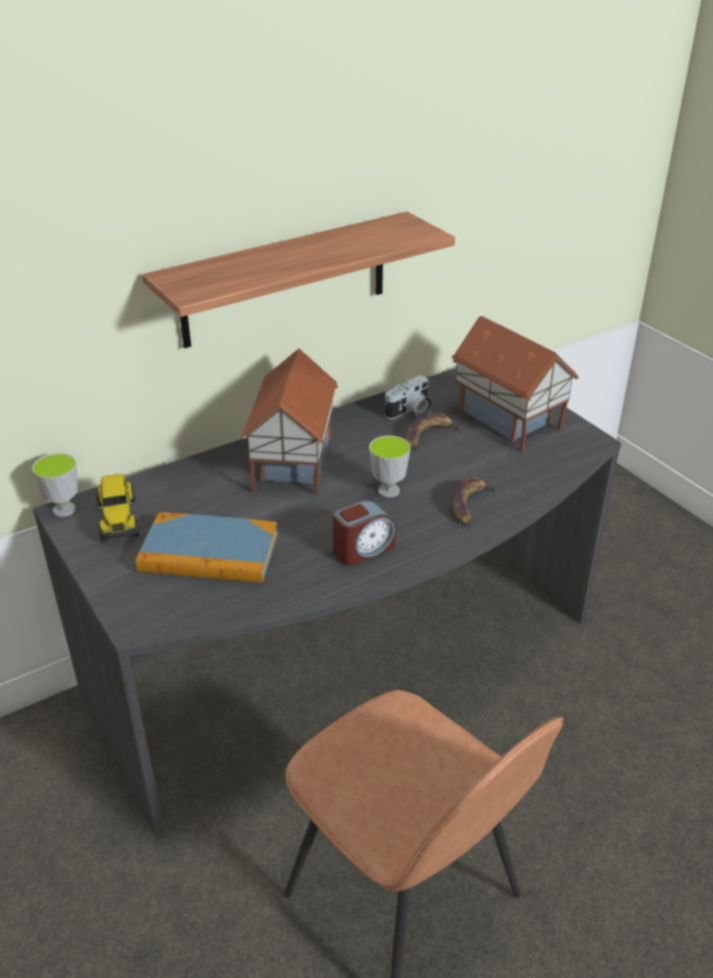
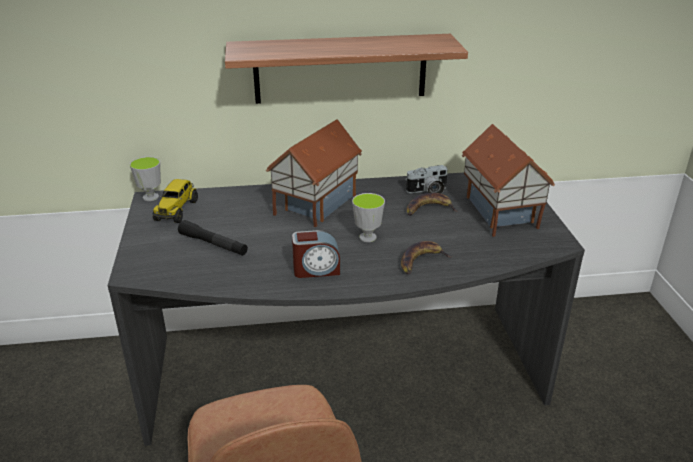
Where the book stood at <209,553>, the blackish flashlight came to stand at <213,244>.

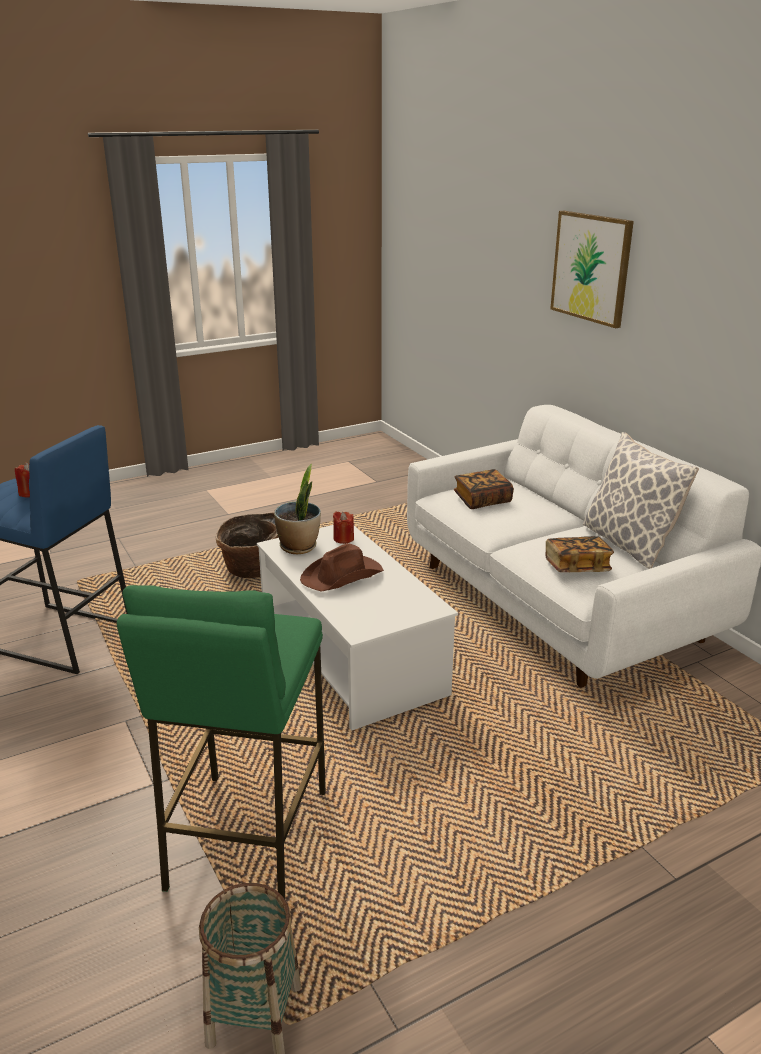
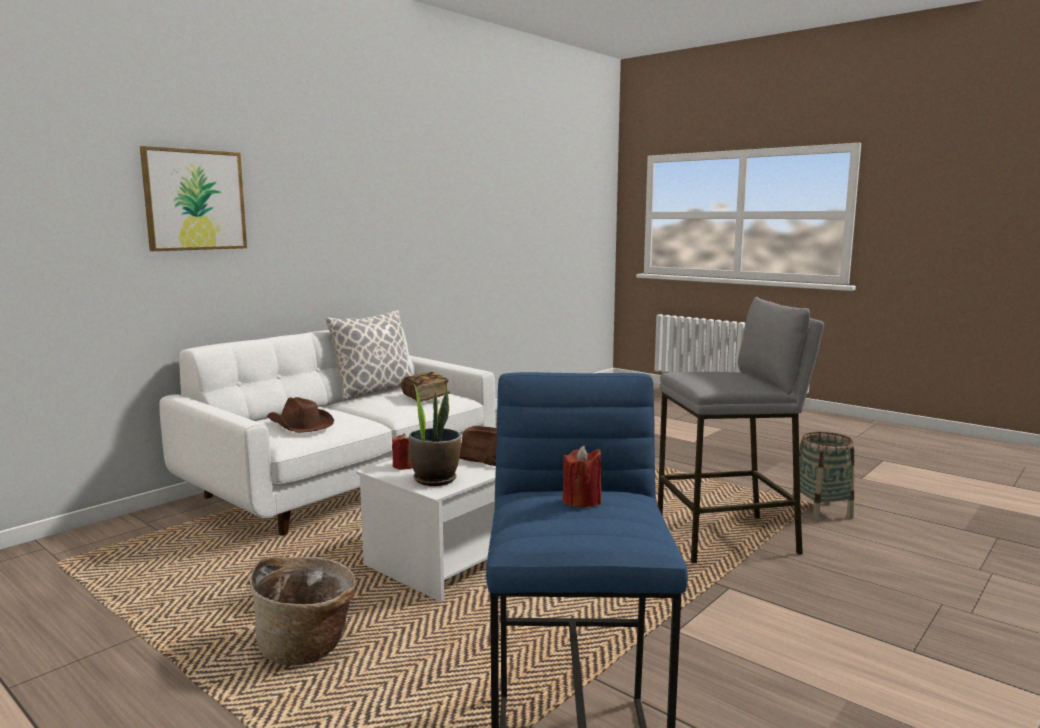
Where the book stood at <482,500>, the brownish clothing hat came to stand at <299,425>. What was the green stool seat at <246,838> turned into the greyish stool seat at <727,539>.

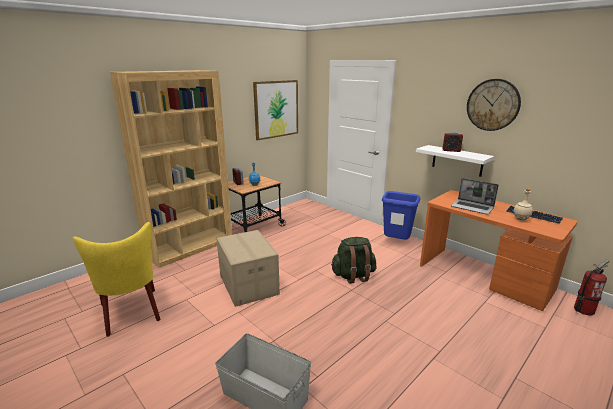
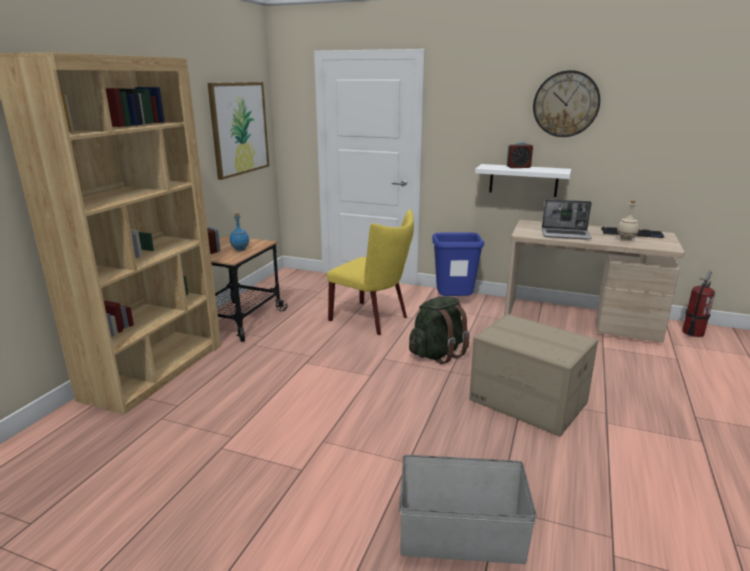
What was the orange-coloured desk at <484,277> turned into the beige desk at <579,321>. The yellow-coloured upright chair ended up elsewhere, having gone from <132,314> to <373,319>. The cardboard box ended up elsewhere, having gone from <248,284> to <527,401>.

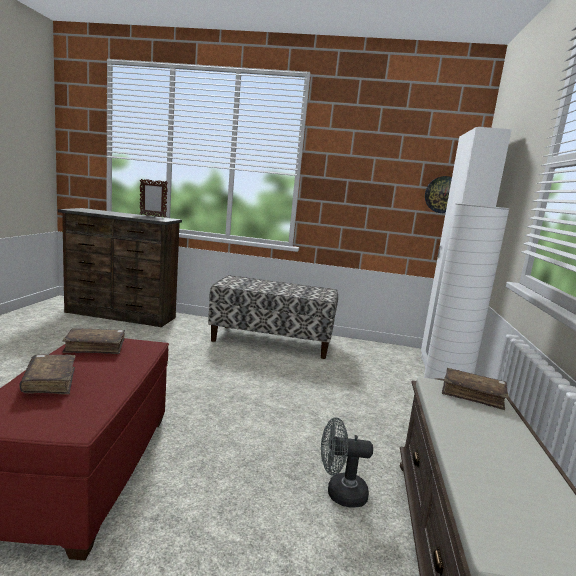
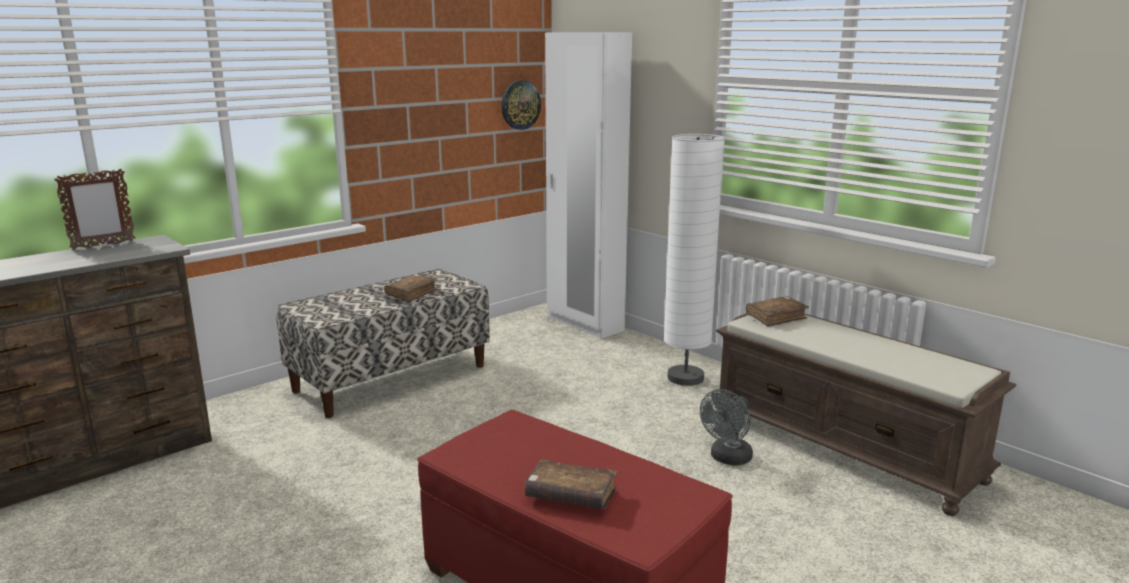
The brownish book ended up elsewhere, having gone from <95,347> to <411,294>.

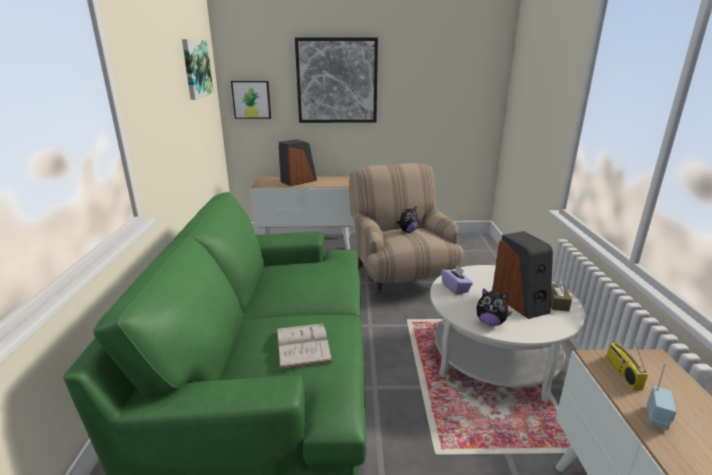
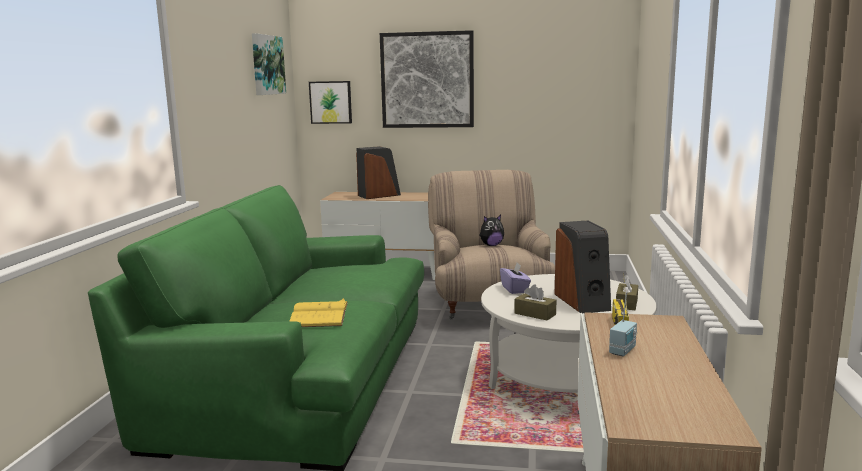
Where the cuddly toy stood at <490,322>, the brownish tissue holder came to stand at <535,314>. What was the whitish book at <303,345> turned into the yellow-coloured book at <319,314>.

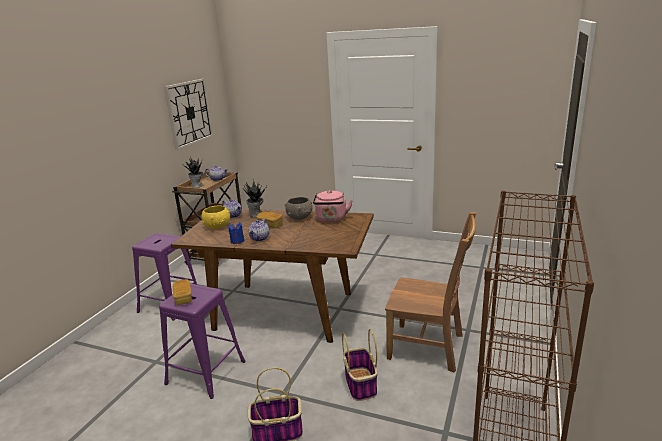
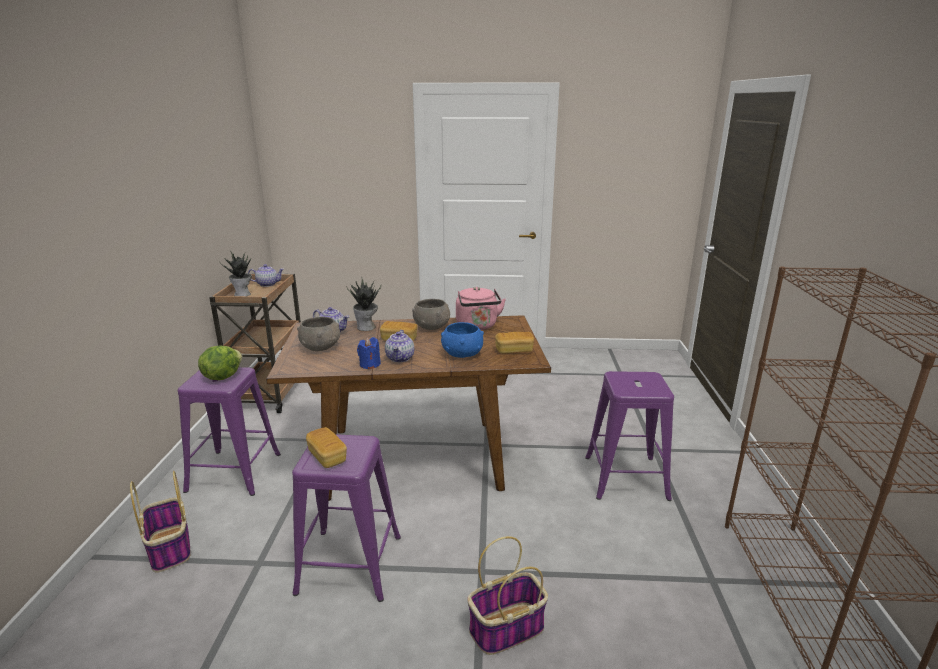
The second view lost the wall clock at <189,113>. What was the yellow-coloured serving bowl at <217,226> turned into the greyish serving bowl at <321,347>. Where the brownish upright chair stood at <429,347>, the purple stool seat came to stand at <625,477>. The household basket ended up elsewhere, having gone from <361,384> to <170,549>. The second view gained the blue serving bowl at <462,354>. The second view gained the bakery bread at <514,350>. The second view gained the head of lettuce at <222,376>.

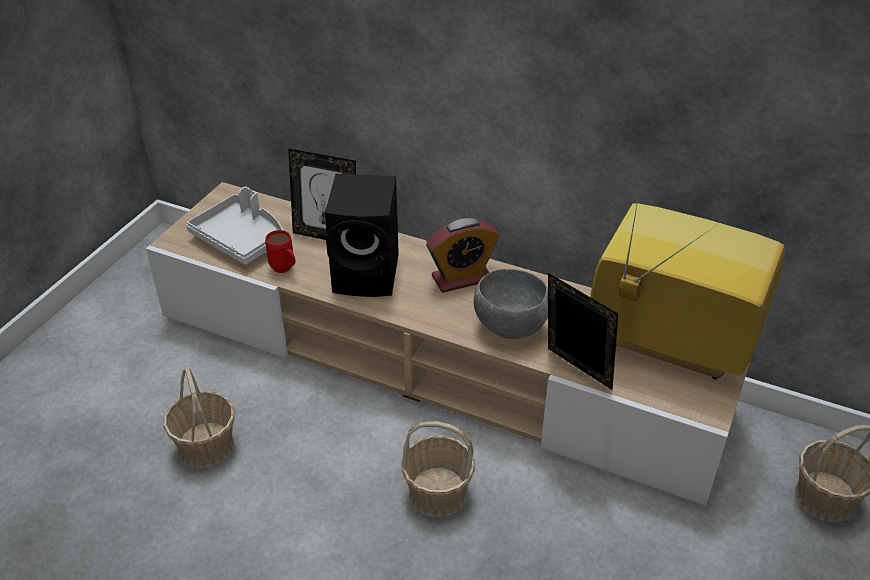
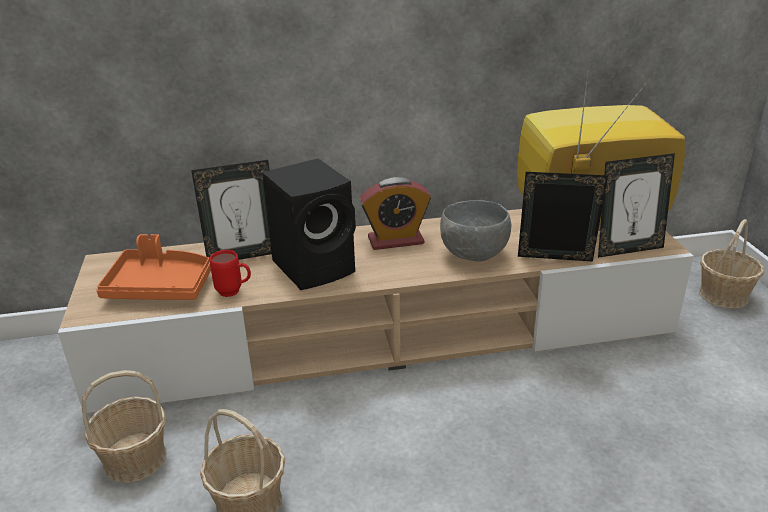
What was the greyish serving tray at <241,239> turned into the orange-coloured serving tray at <160,287>. The alarm clock at <461,278> ended up facing another way, 45 degrees clockwise from before. The household basket ended up elsewhere, having gone from <437,492> to <134,459>. The second view gained the picture frame at <627,249>.

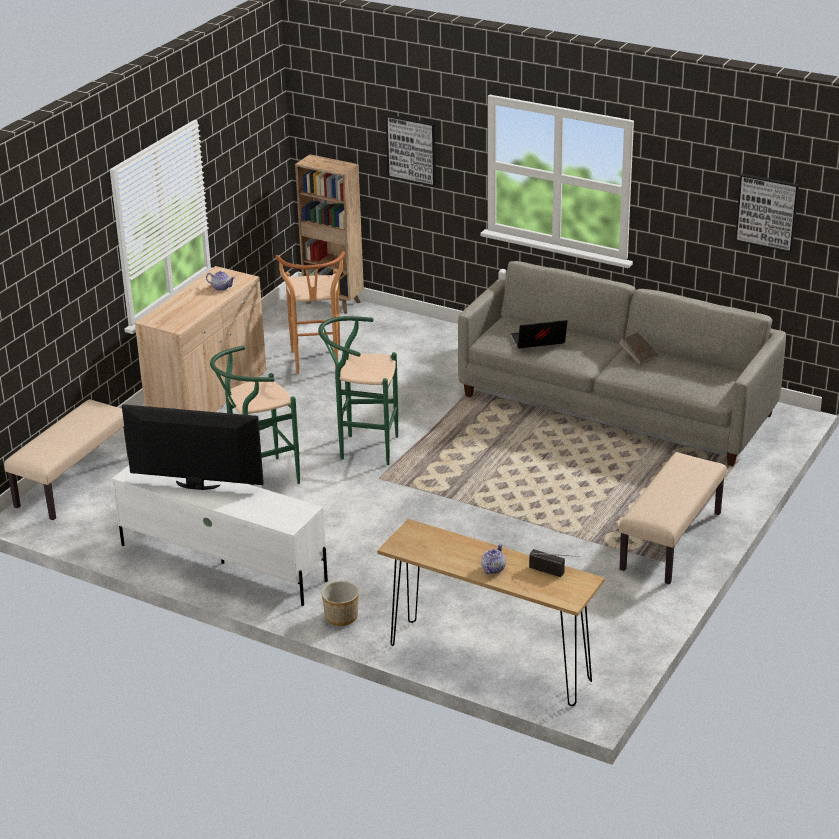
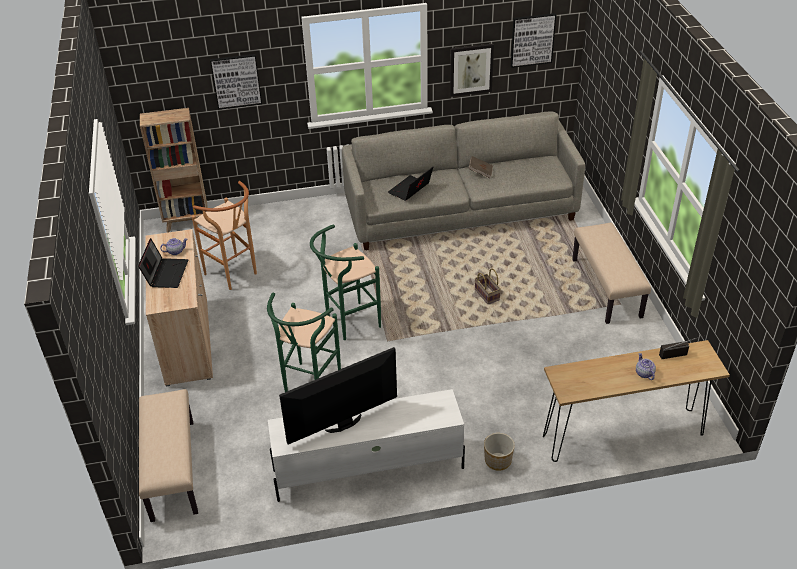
The second view gained the wall picture at <471,69>. The second view gained the portable computer at <166,273>. The second view gained the household basket at <487,295>.

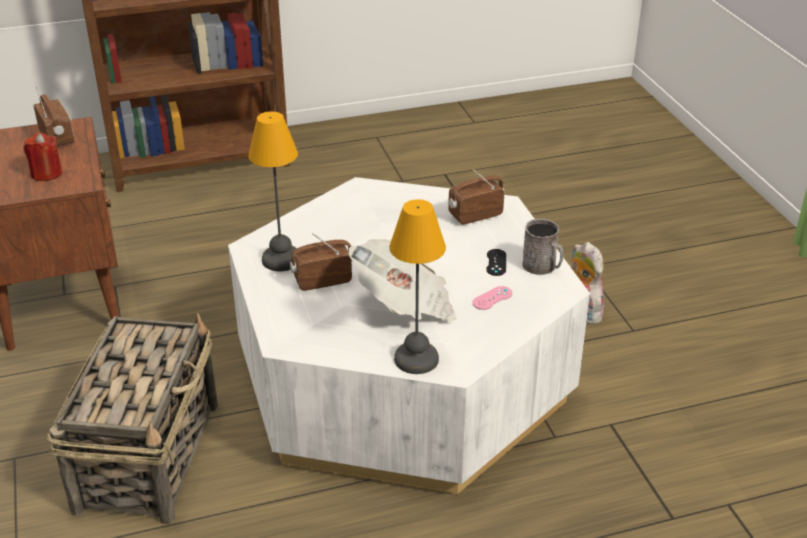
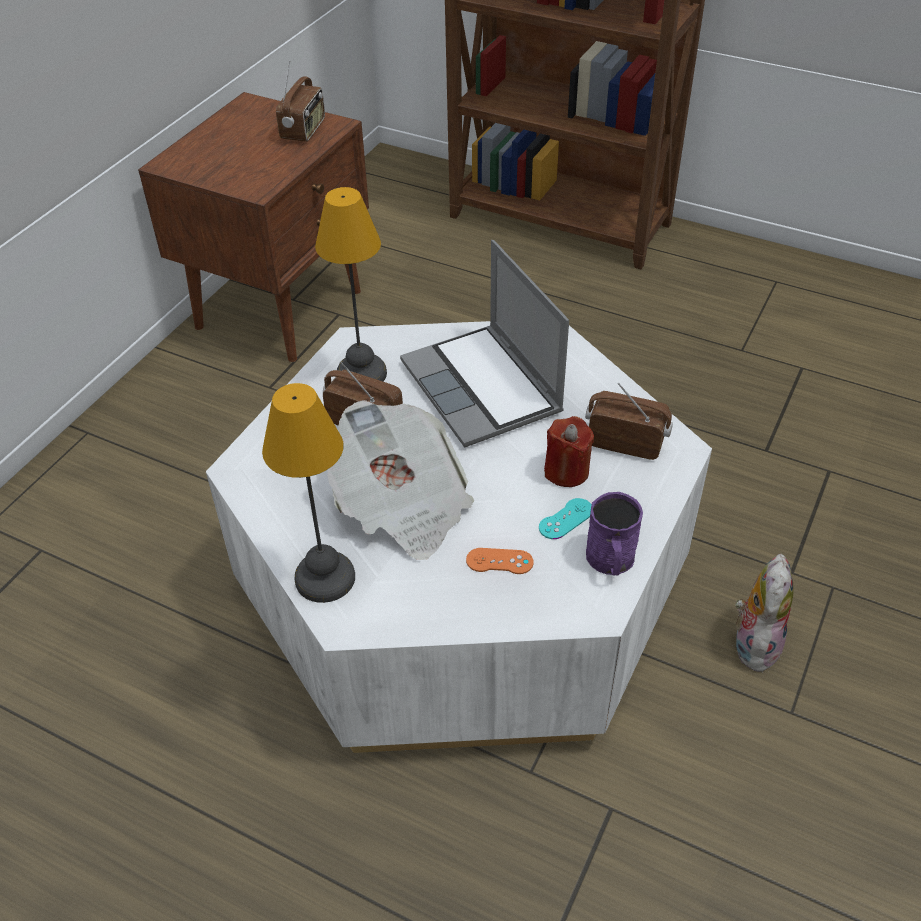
The red candle ended up elsewhere, having gone from <46,173> to <566,471>. What was the greyish mug at <542,267> turned into the purple mug at <611,561>. What was the blackish joypad at <496,262> turned into the blue-green joypad at <566,519>. What was the pink joypad at <492,298> turned into the orange-coloured joypad at <499,561>. The second view lost the household basket at <149,454>. The second view gained the portable computer at <484,388>.

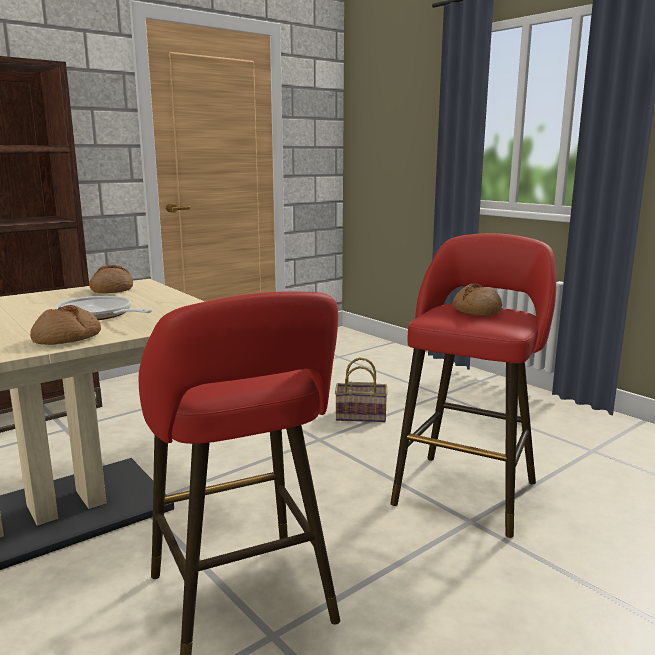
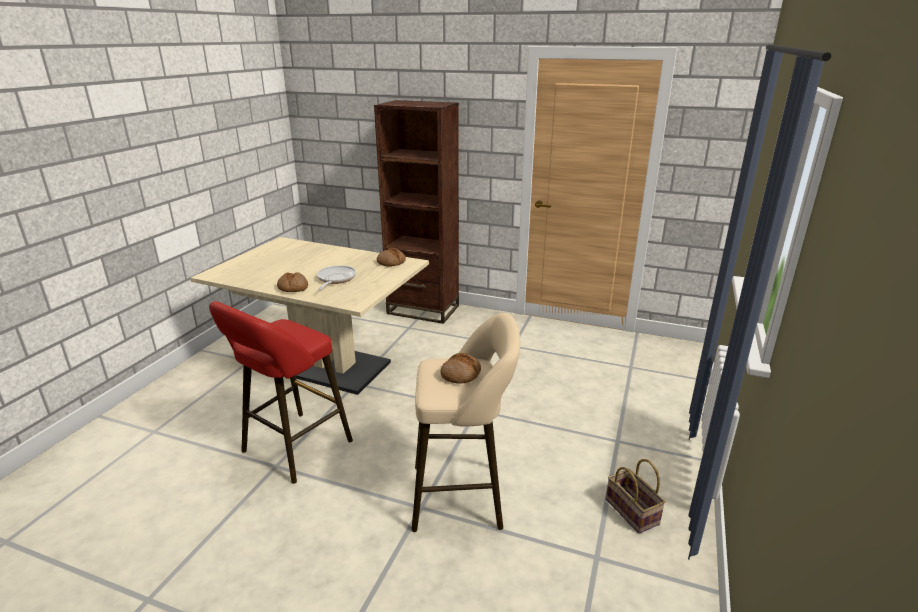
What was the red stool seat at <468,489> turned into the beige stool seat at <463,496>. The household basket ended up elsewhere, having gone from <362,415> to <633,512>.

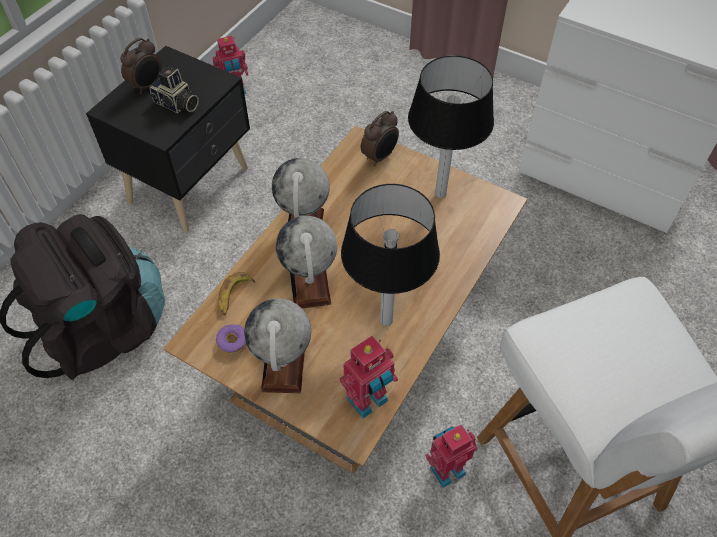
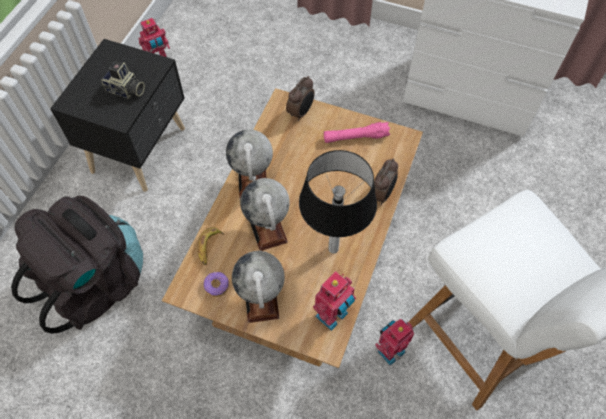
The alarm clock ended up elsewhere, having gone from <147,86> to <382,194>. Where the tabletop lamp stood at <441,194>, the pink flashlight came to stand at <355,137>.

